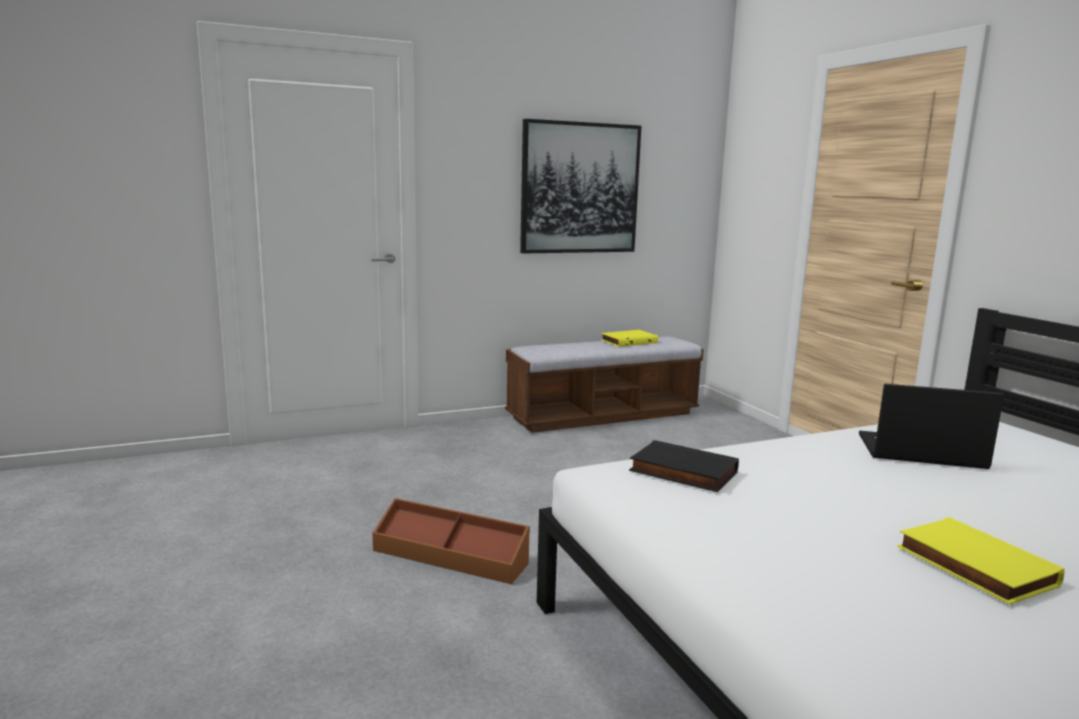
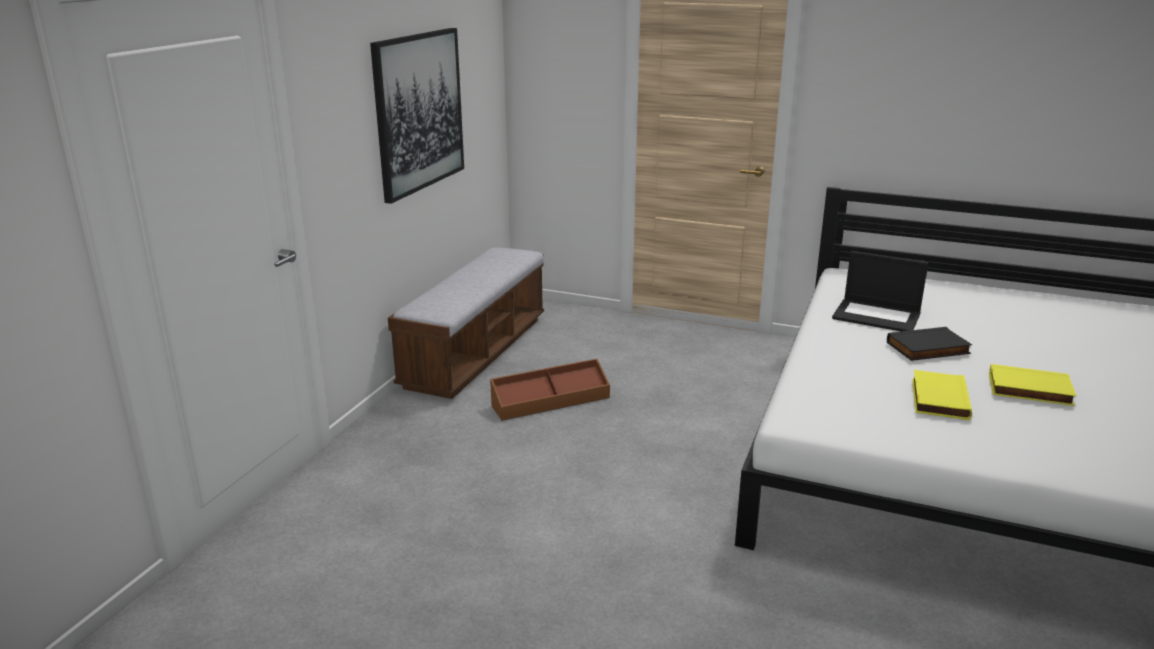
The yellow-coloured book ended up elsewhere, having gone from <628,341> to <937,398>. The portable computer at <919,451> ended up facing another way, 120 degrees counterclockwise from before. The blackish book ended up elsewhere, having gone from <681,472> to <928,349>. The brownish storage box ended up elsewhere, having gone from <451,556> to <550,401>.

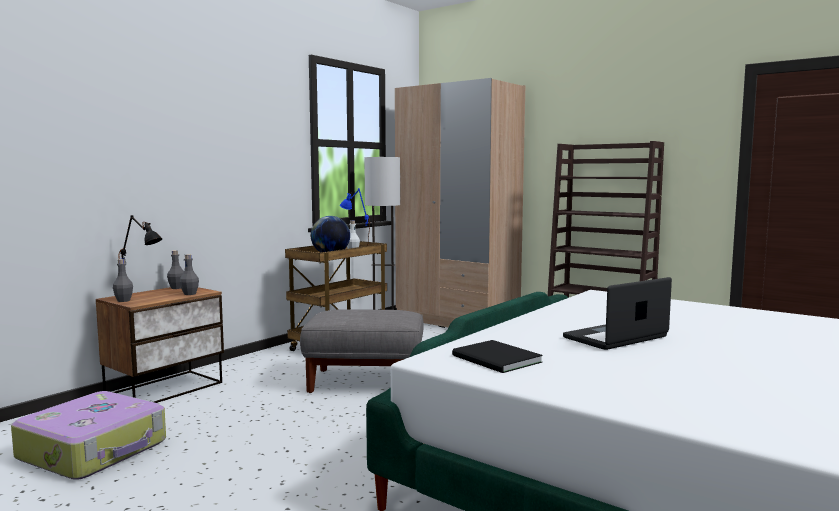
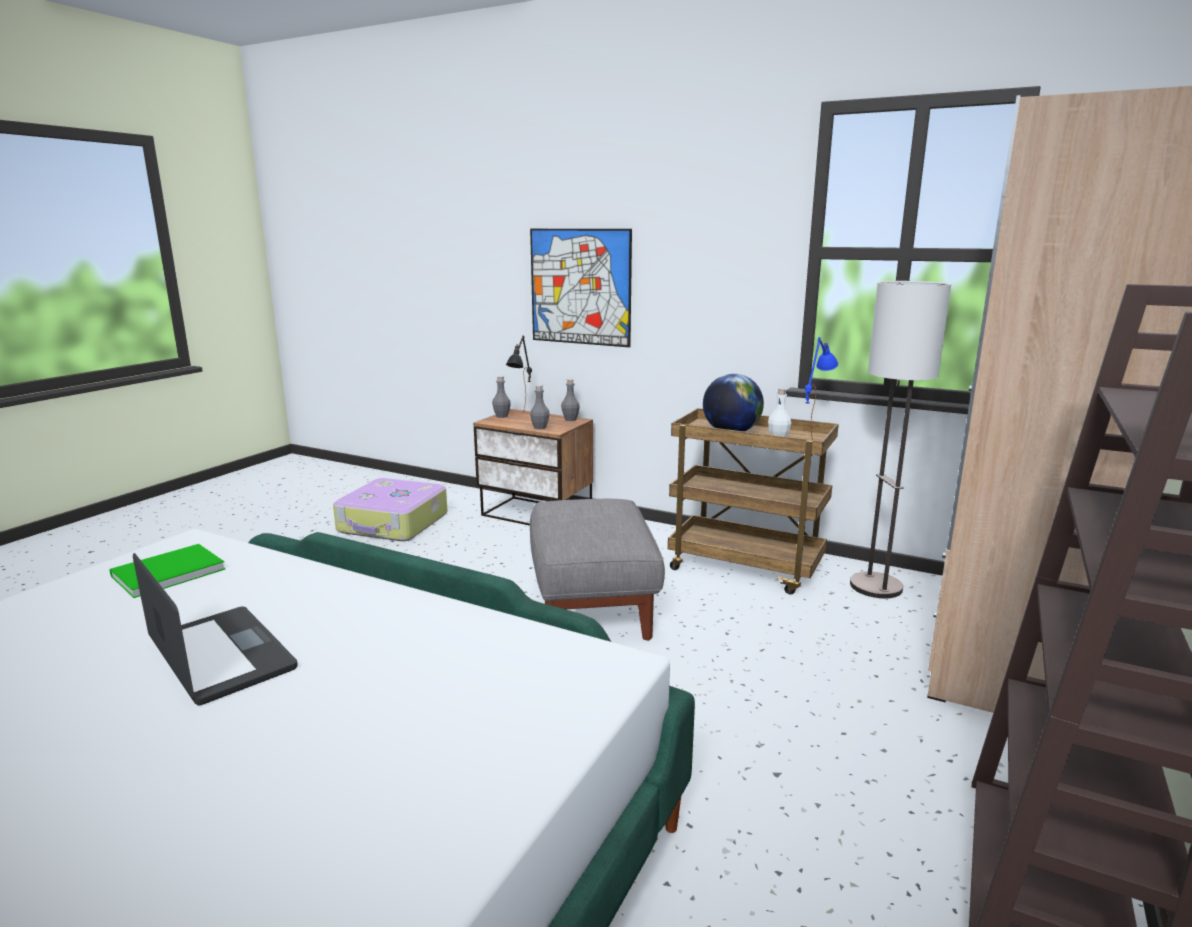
What was the blackish book at <496,360> turned into the green book at <164,573>. The second view gained the wall picture at <580,287>.

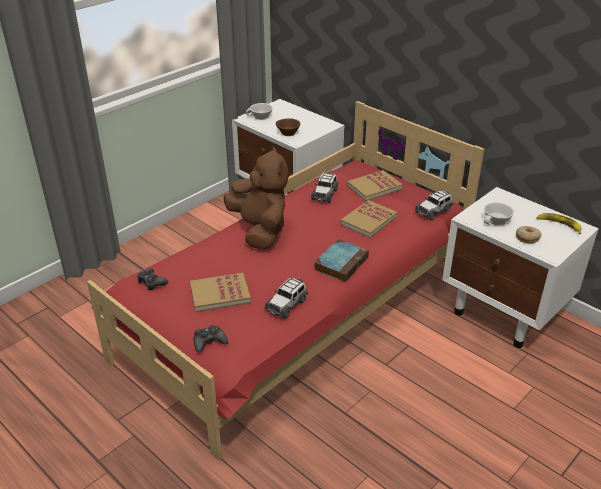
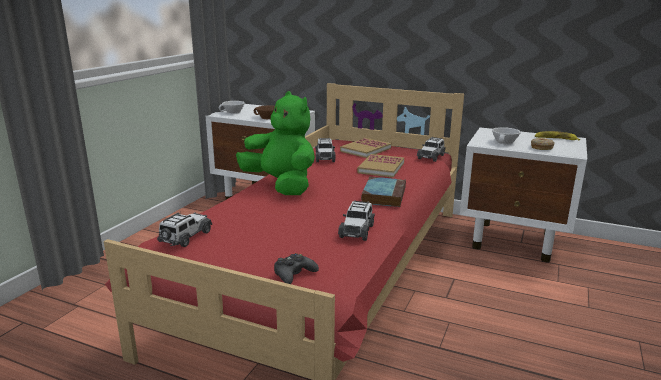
What was the brownish cuddly toy at <260,230> turned into the green cuddly toy at <281,186>. Where the blackish joypad stood at <151,282>, the toy car came to stand at <185,237>. The second view lost the book at <220,294>.

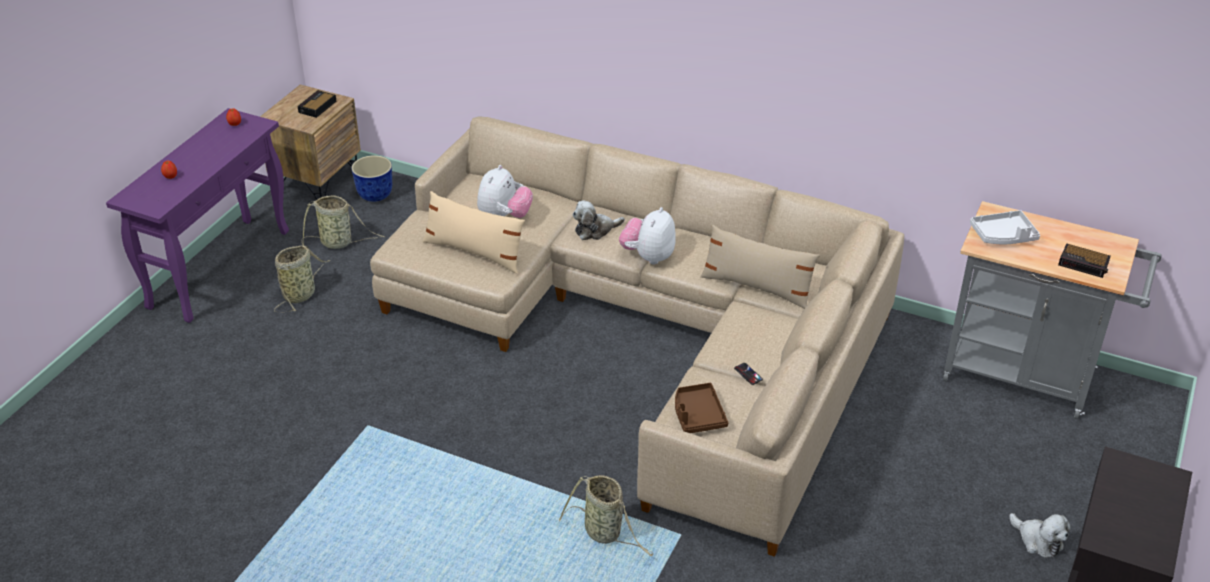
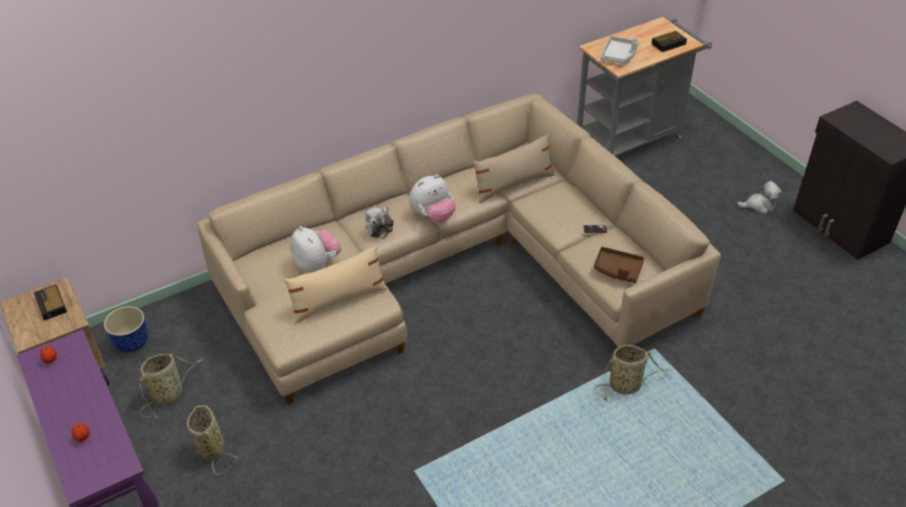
The cuddly toy at <648,256> ended up facing another way, 90 degrees counterclockwise from before.

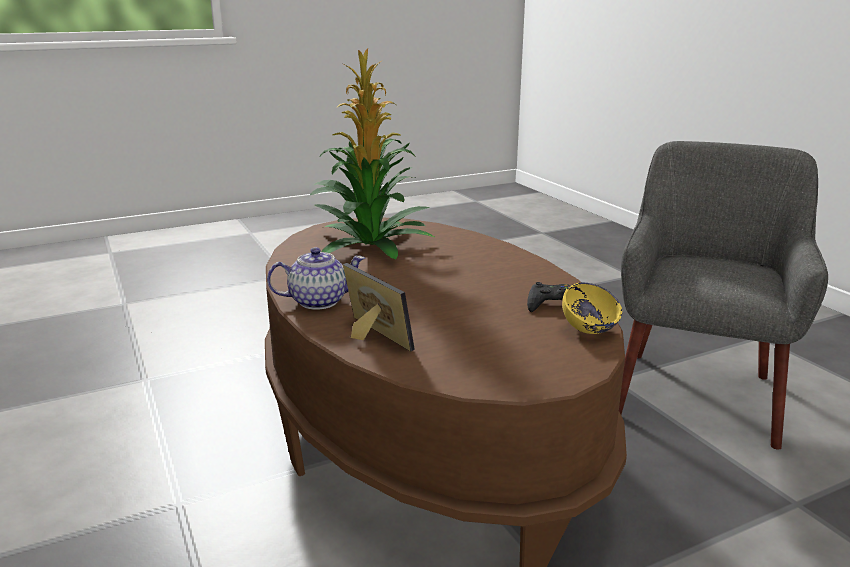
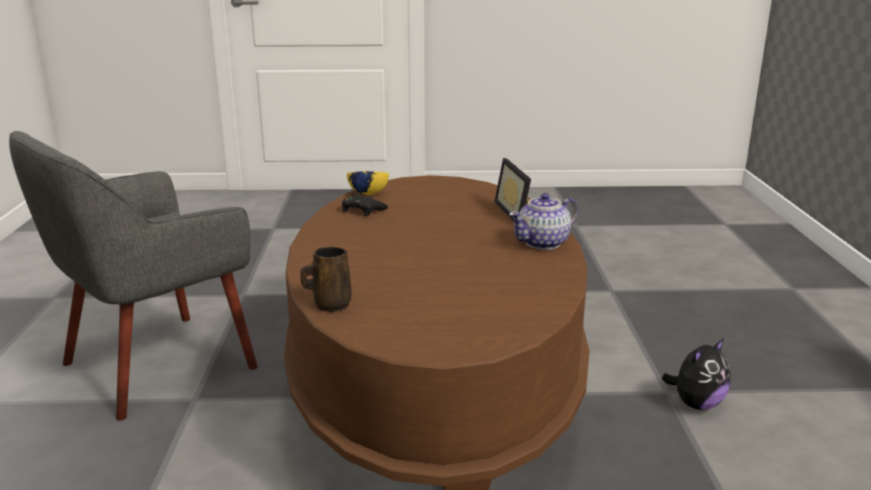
The second view lost the houseplant at <371,245>. The pot for tea at <317,301> ended up facing another way, 45 degrees counterclockwise from before. The second view gained the brownish mug at <330,305>. The second view gained the cuddly toy at <696,404>.

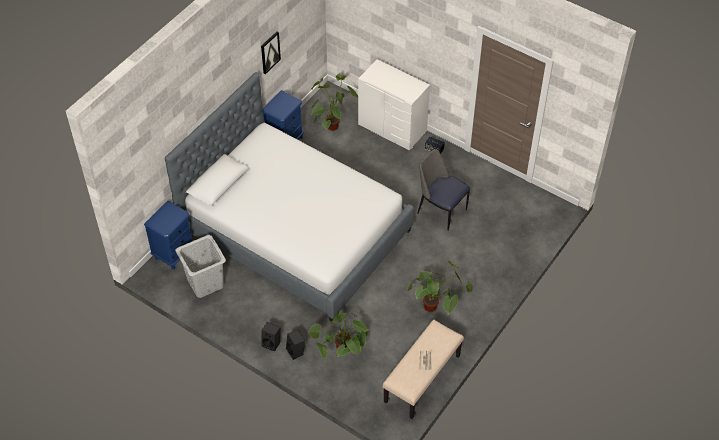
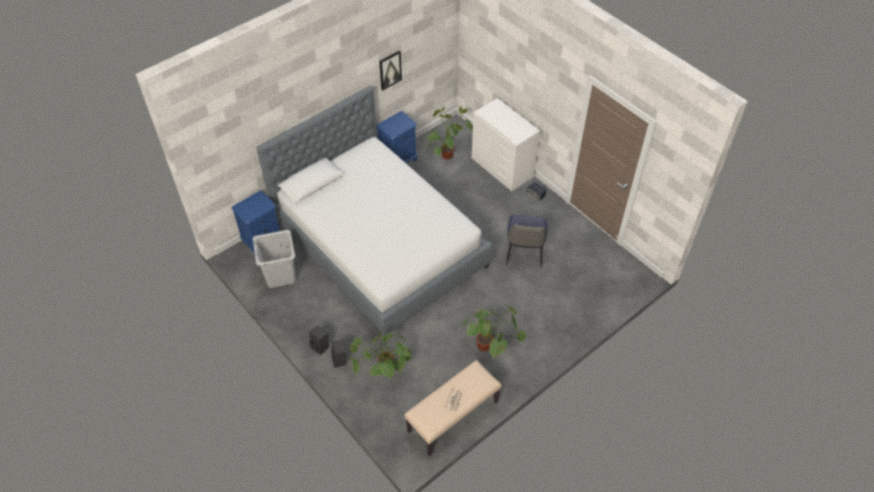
The upright chair at <440,210> ended up facing another way, 135 degrees counterclockwise from before.

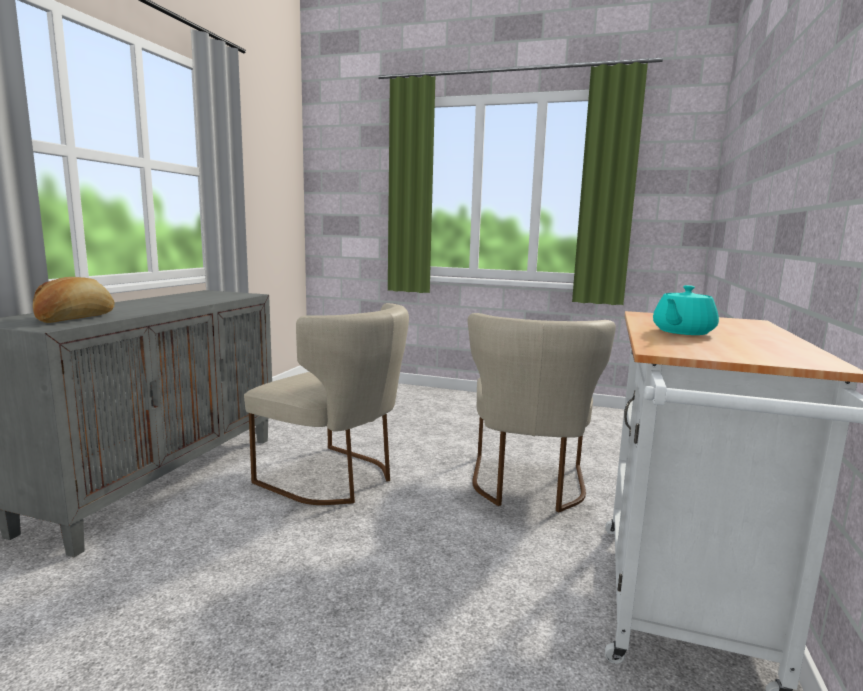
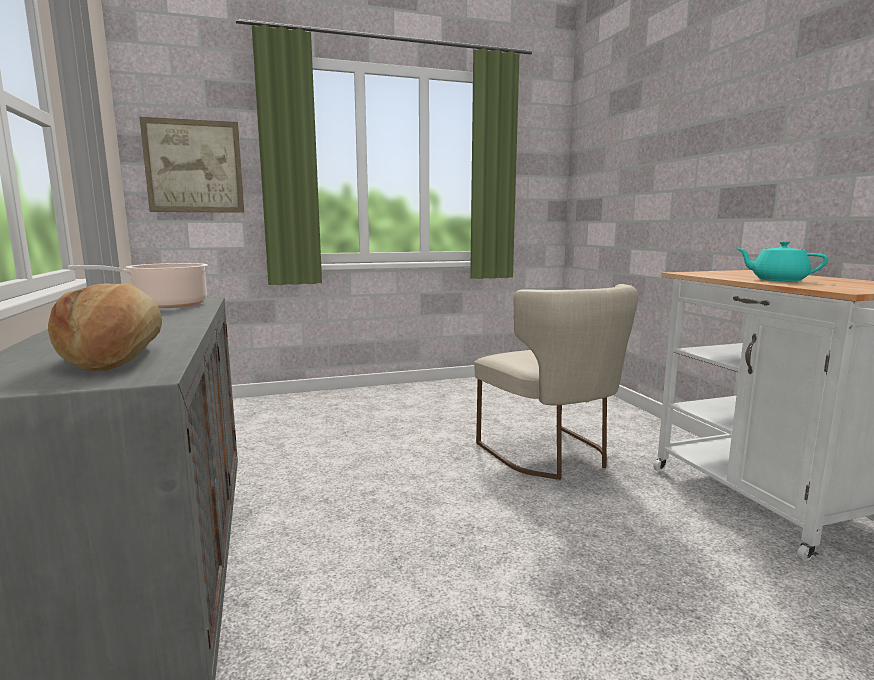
The blue-green pot for tea at <682,332> ended up facing another way, 120 degrees clockwise from before. The second view lost the beige upright chair at <335,479>. The second view gained the wall picture at <194,166>. The second view gained the cooking pot at <165,305>.

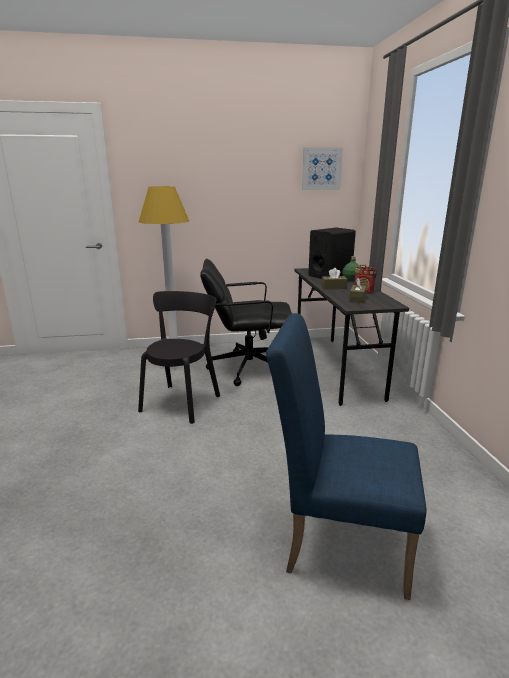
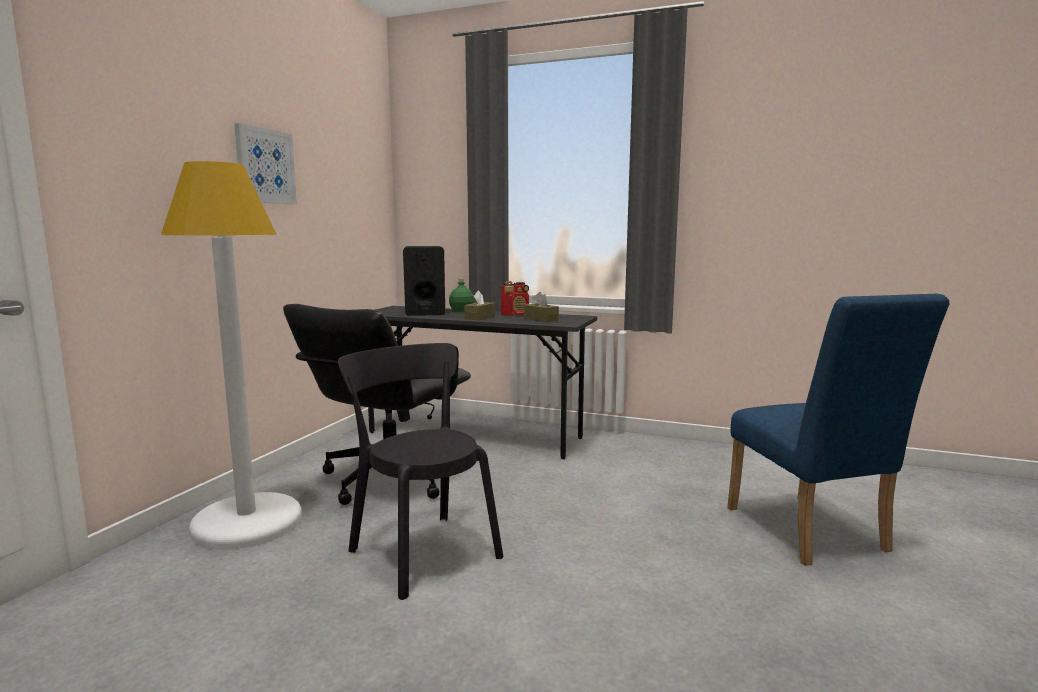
The wall picture ended up elsewhere, having gone from <321,169> to <265,166>. The blue upright chair at <337,543> ended up facing another way, 60 degrees counterclockwise from before.

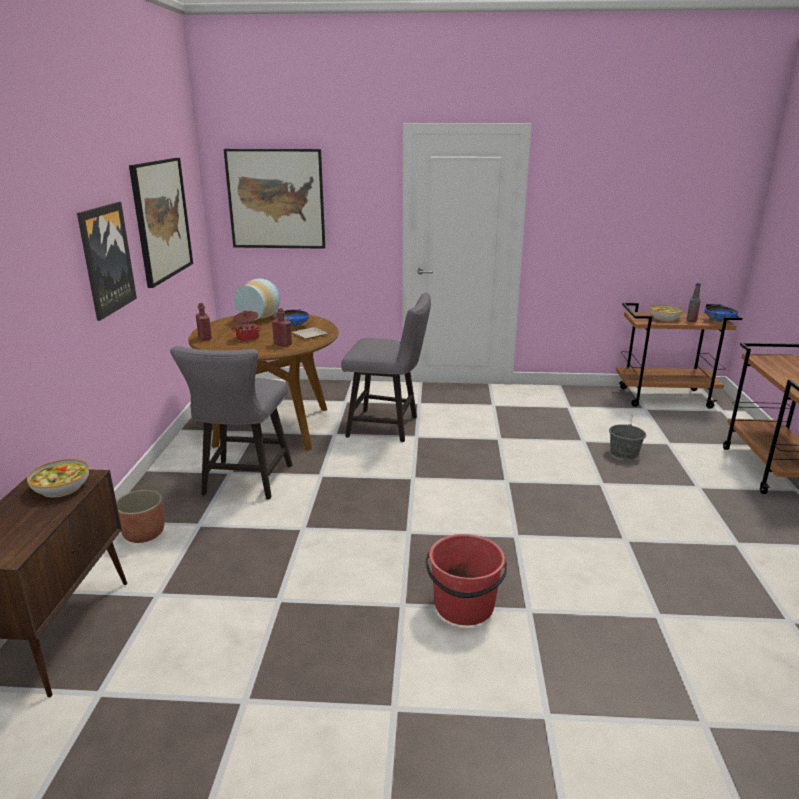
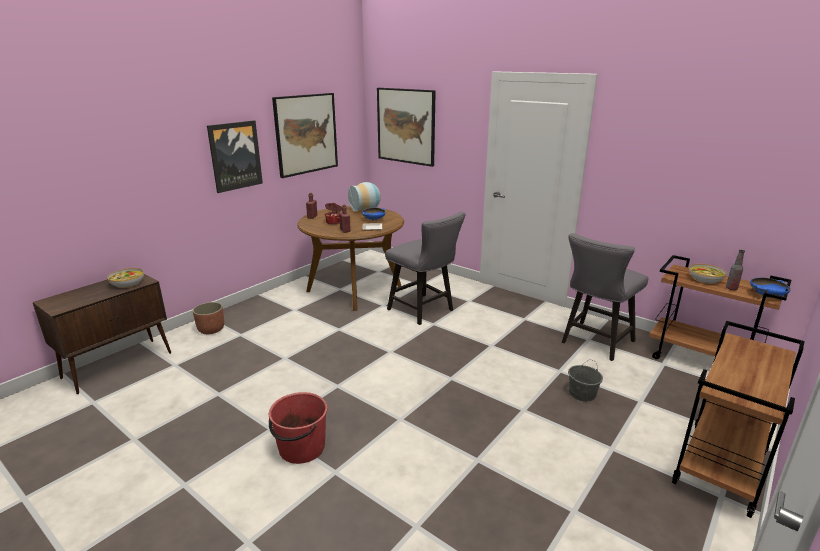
The greyish upright chair ended up elsewhere, having gone from <244,483> to <594,343>.

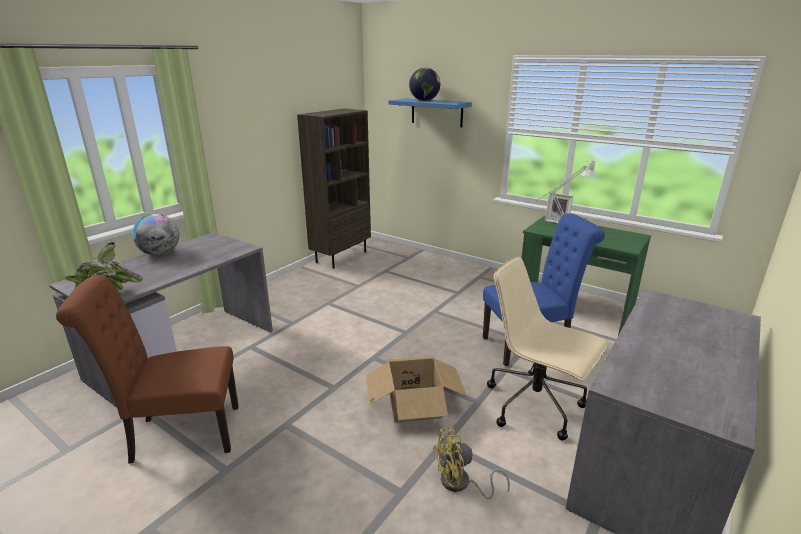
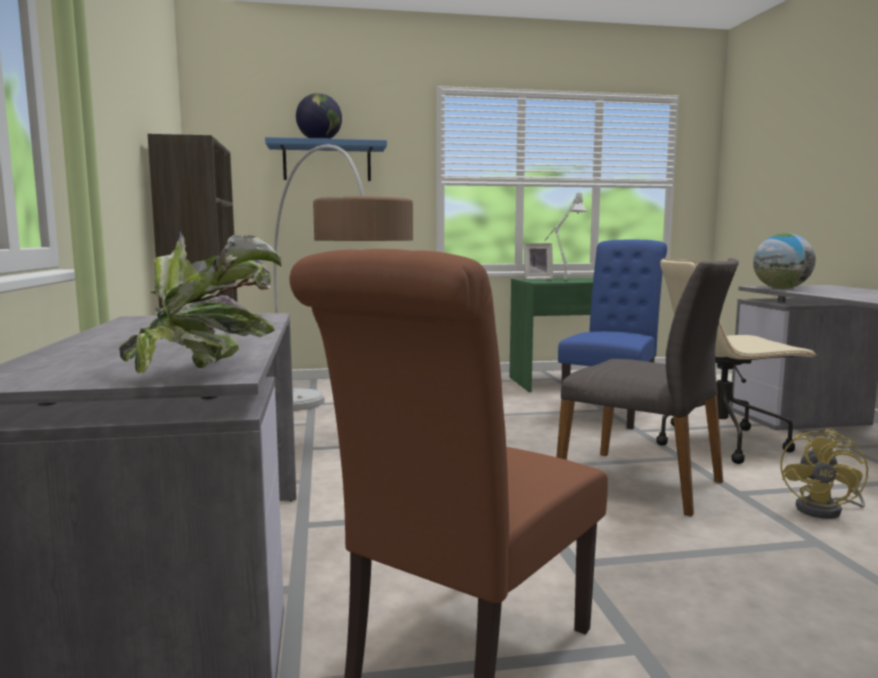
The desk globe ended up elsewhere, having gone from <160,254> to <781,288>. Where the cardboard box stood at <414,404>, the greyish upright chair came to stand at <642,482>. The second view gained the standard lamp at <333,422>.

